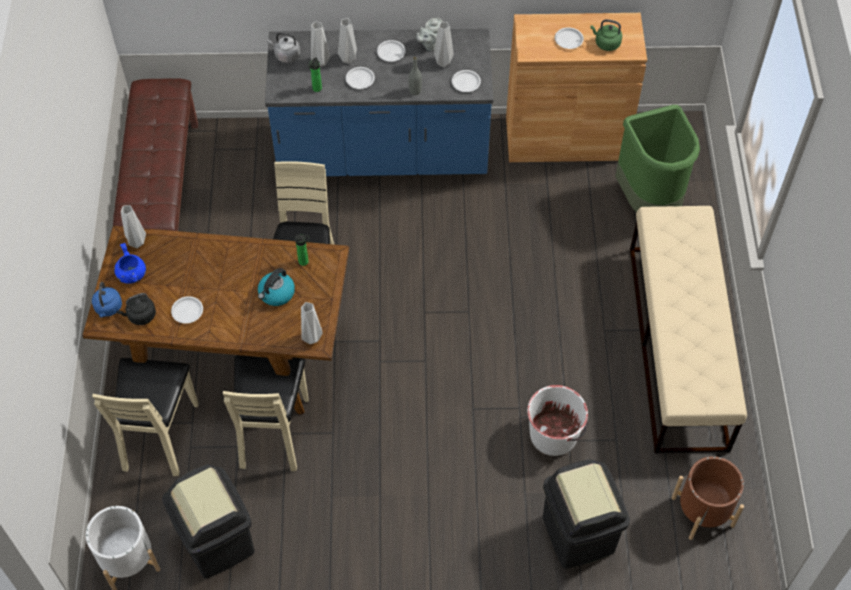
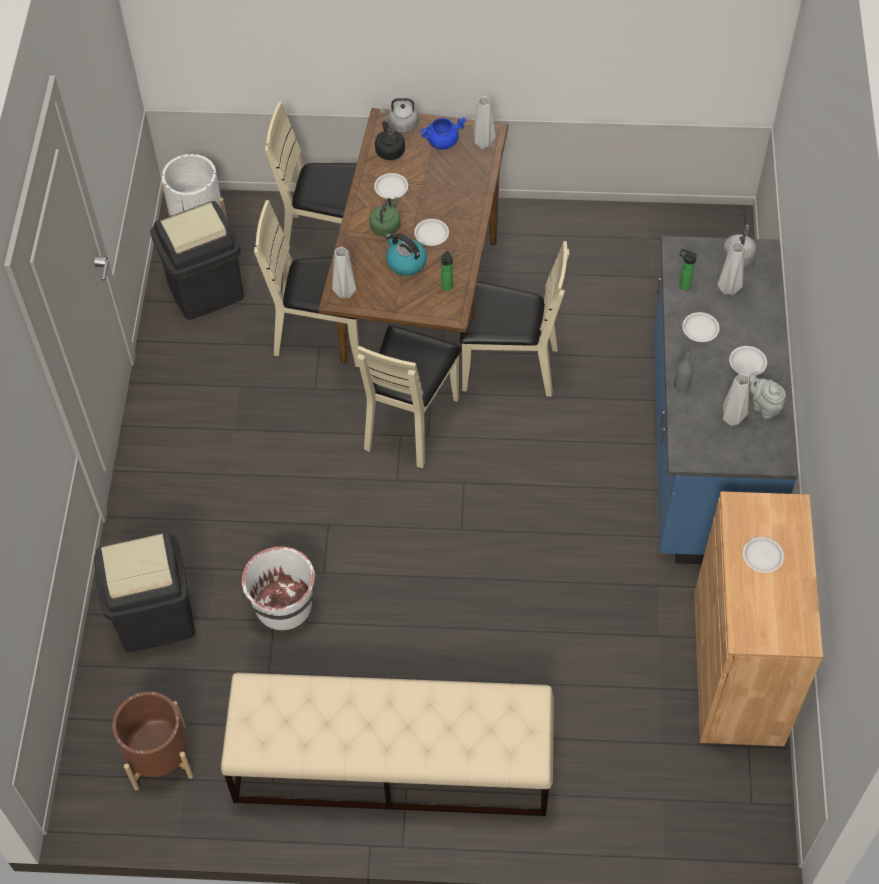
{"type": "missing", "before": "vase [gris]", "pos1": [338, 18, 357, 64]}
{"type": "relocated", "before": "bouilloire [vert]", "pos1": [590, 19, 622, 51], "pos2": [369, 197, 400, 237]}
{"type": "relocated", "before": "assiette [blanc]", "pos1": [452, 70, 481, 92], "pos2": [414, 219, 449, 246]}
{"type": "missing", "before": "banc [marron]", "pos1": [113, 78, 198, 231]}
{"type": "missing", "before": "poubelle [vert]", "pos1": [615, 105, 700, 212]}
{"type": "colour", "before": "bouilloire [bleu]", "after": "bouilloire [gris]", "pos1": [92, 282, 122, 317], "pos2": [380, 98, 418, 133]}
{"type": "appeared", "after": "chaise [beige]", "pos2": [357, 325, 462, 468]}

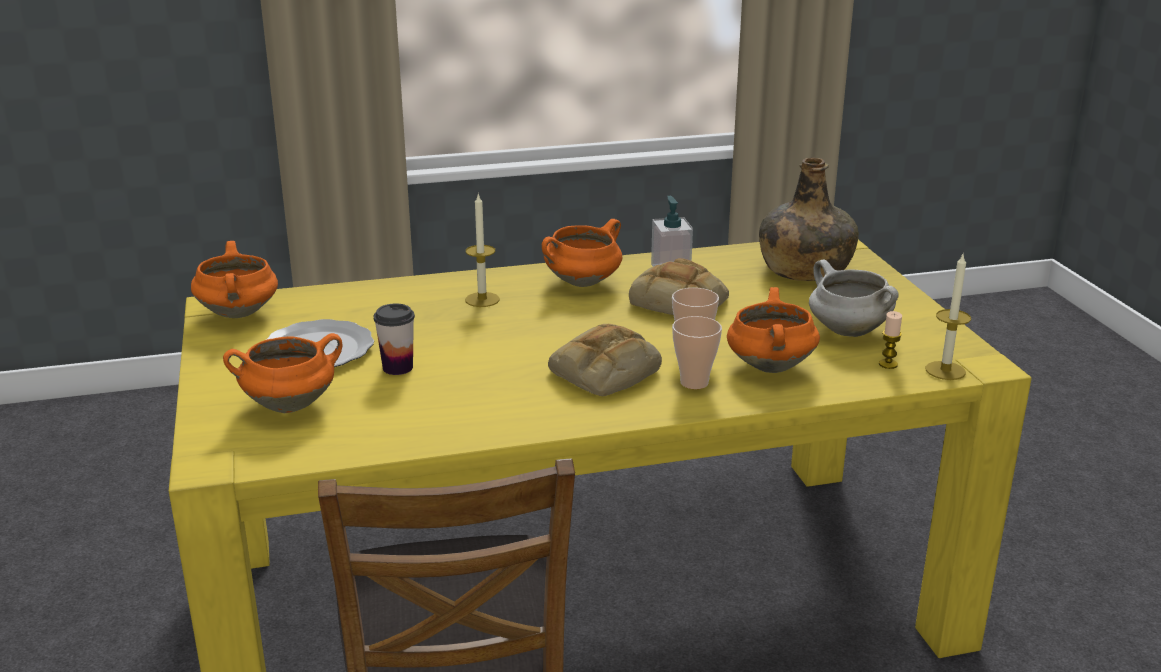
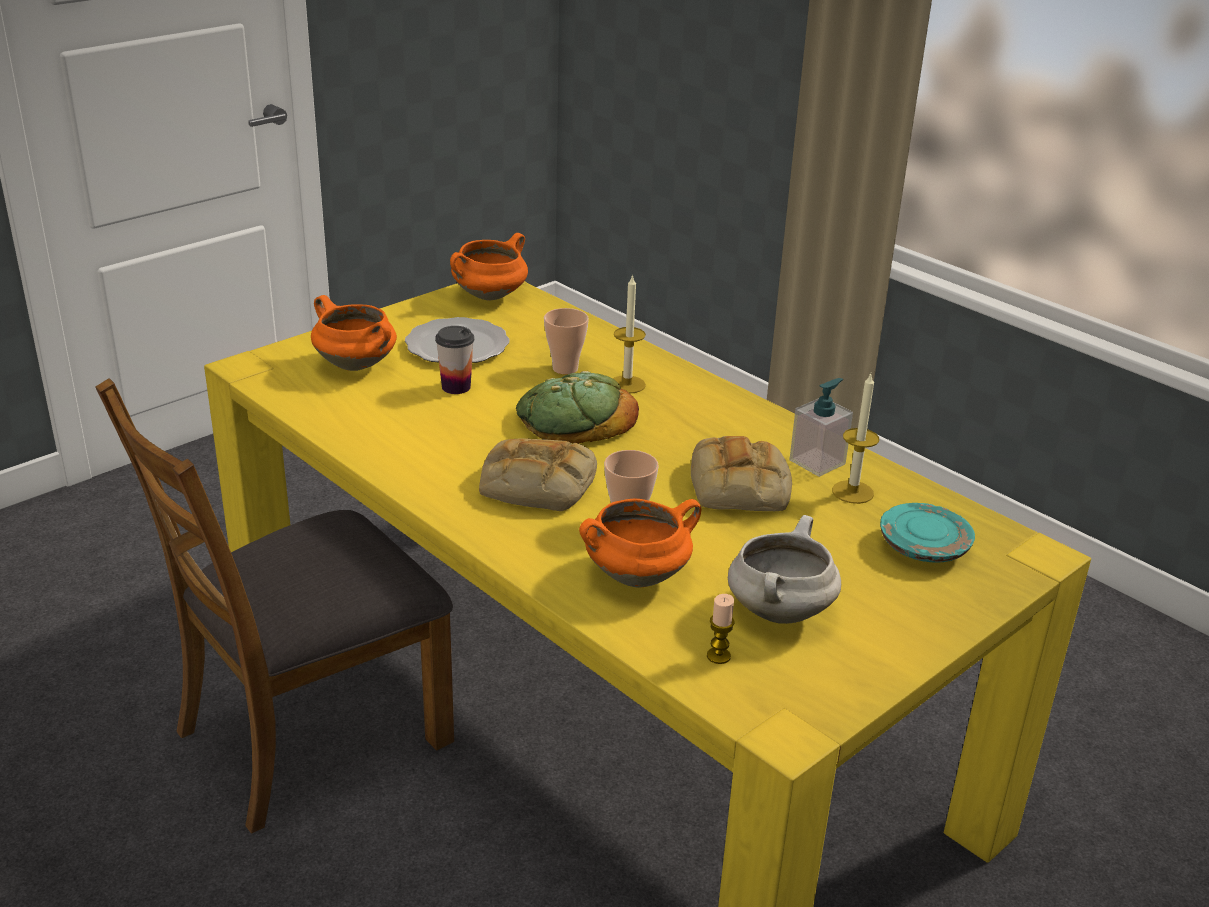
{"type": "exchanged", "before": "bouteille [vert]", "after": "assiette [turquoise]", "pos1": [759, 157, 859, 281], "pos2": [880, 503, 975, 563]}
{"type": "missing", "before": "marmite [orange]", "pos1": [542, 219, 622, 287]}
{"type": "relocated", "before": "bougie", "pos1": [926, 252, 971, 380], "pos2": [832, 374, 879, 504]}
{"type": "relocated", "before": "tasse", "pos1": [672, 316, 722, 389], "pos2": [544, 308, 589, 375]}
{"type": "appeared", "after": "pain", "pos2": [516, 371, 639, 444]}

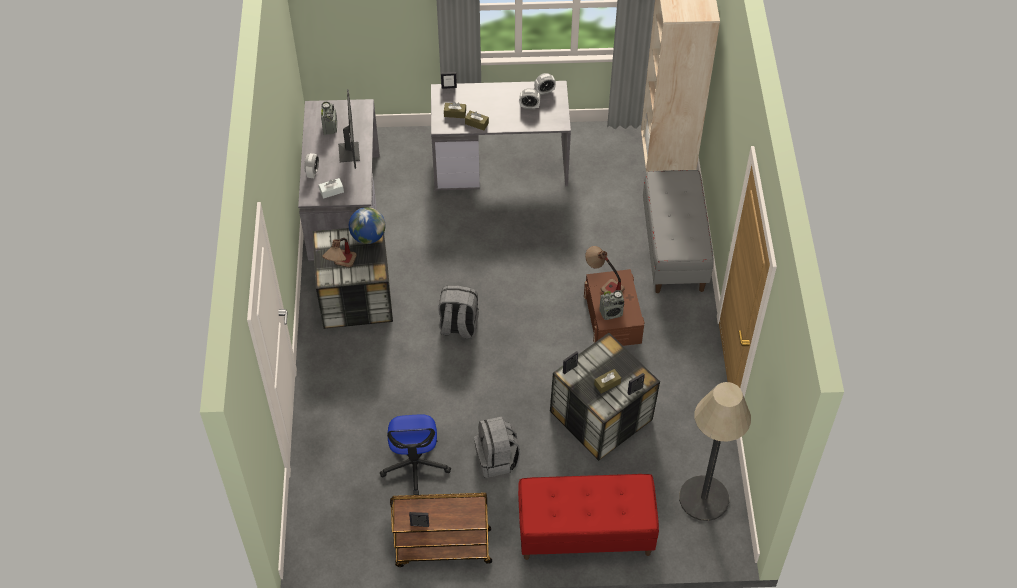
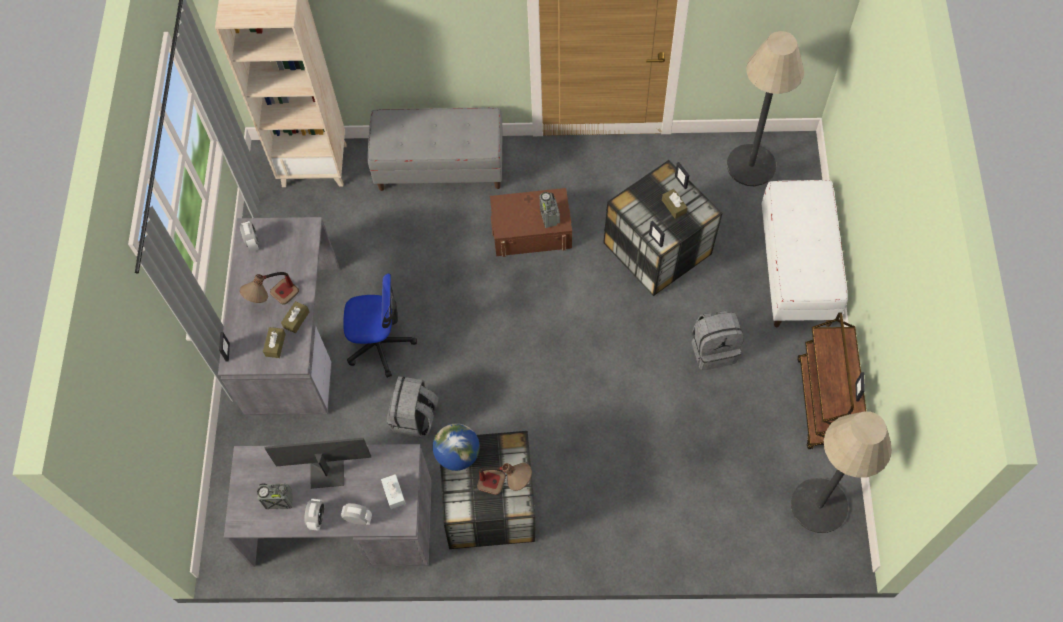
{"type": "relocated", "before": "réveil", "pos1": [519, 88, 540, 109], "pos2": [304, 499, 325, 531]}
{"type": "relocated", "before": "lampe de table", "pos1": [585, 246, 625, 294], "pos2": [240, 272, 299, 305]}
{"type": "relocated", "before": "sac à dos [gris]", "pos1": [438, 285, 479, 339], "pos2": [387, 376, 439, 437]}
{"type": "relocated", "before": "chaise de bureau", "pos1": [380, 414, 451, 495], "pos2": [343, 273, 417, 378]}
{"type": "colour", "before": "banc [rouge]", "after": "banc [blanc]", "pos1": [518, 474, 659, 560], "pos2": [762, 180, 848, 327]}
{"type": "appeared", "after": "lampadaire", "pos2": [791, 411, 892, 533]}

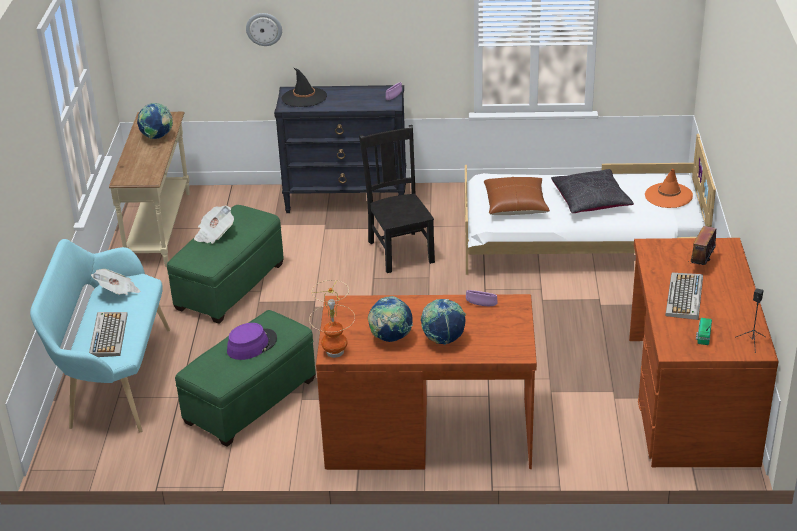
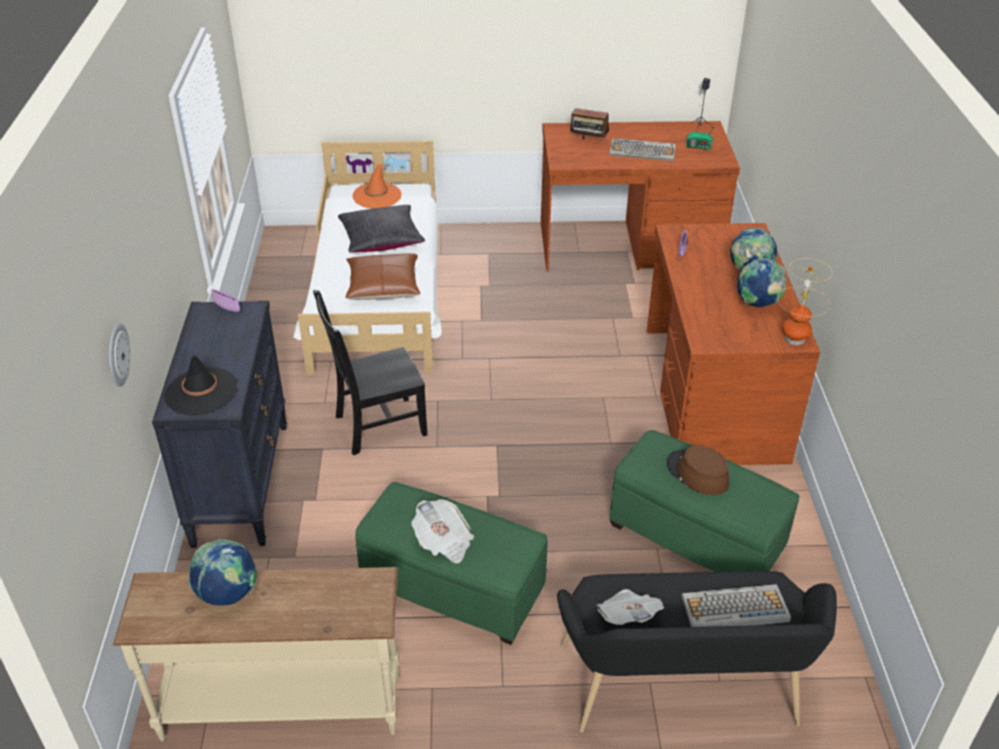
{"type": "colour", "before": "banc [turquoise]", "after": "banc [noir]", "pos1": [30, 239, 170, 432], "pos2": [557, 571, 837, 732]}
{"type": "colour", "before": "chapeau [violet]", "after": "chapeau [marron]", "pos1": [227, 323, 277, 360], "pos2": [667, 445, 729, 495]}

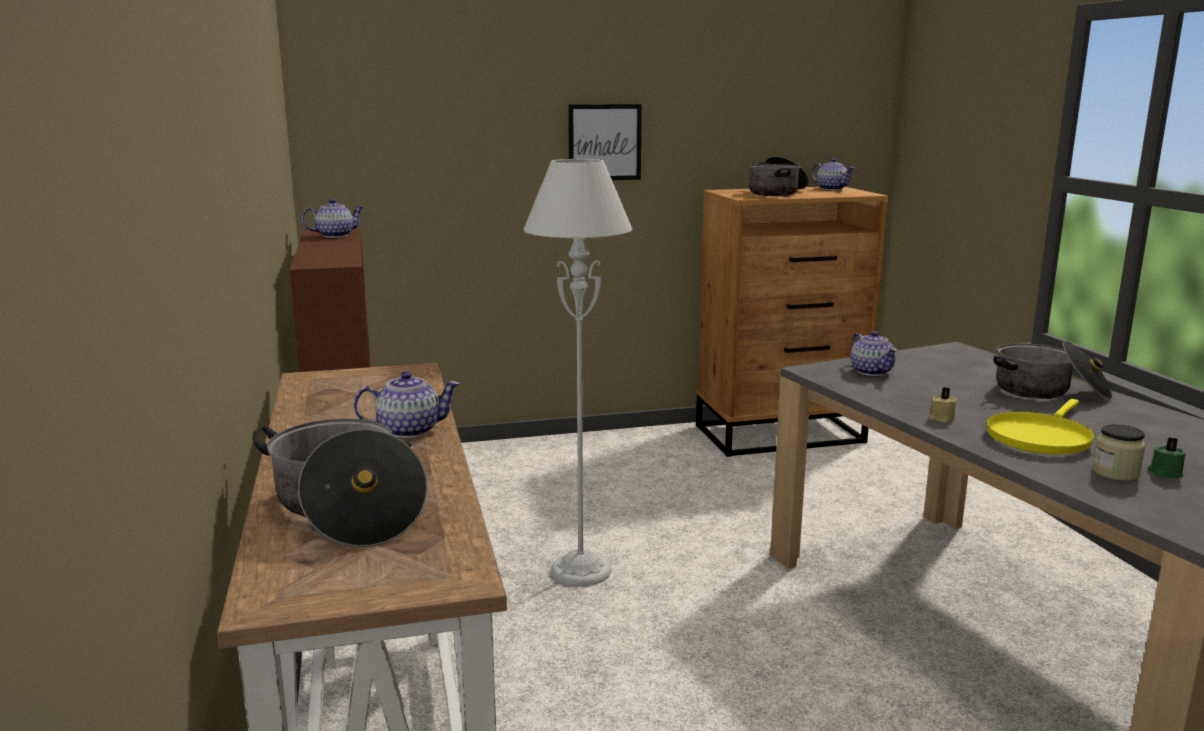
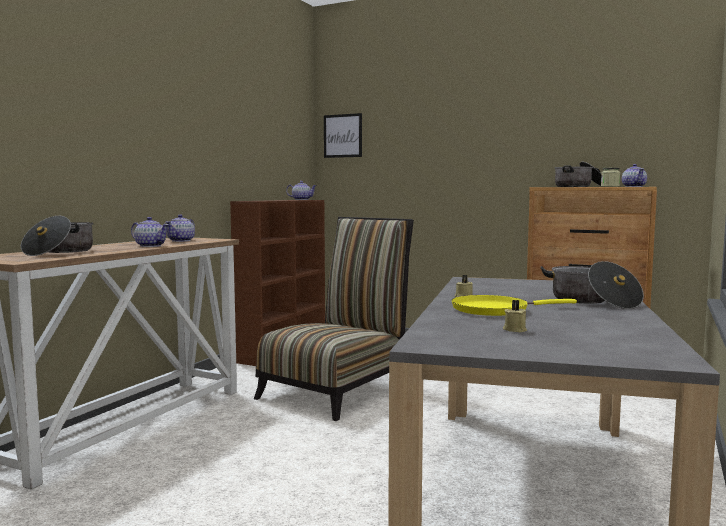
{"type": "relocated", "before": "tableau", "pos1": [568, 104, 642, 180], "pos2": [324, 113, 362, 158]}
{"type": "exchanged", "before": "lampadaire [gris]", "after": "chaise", "pos1": [523, 159, 632, 587], "pos2": [254, 217, 414, 421]}
{"type": "relocated", "before": "théière", "pos1": [851, 331, 898, 376], "pos2": [165, 215, 195, 242]}
{"type": "relocated", "before": "bocal", "pos1": [1093, 424, 1146, 481], "pos2": [601, 168, 620, 187]}
{"type": "colour", "before": "bougie [vert]", "after": "bougie [beige]", "pos1": [1148, 437, 1186, 479], "pos2": [503, 300, 527, 332]}

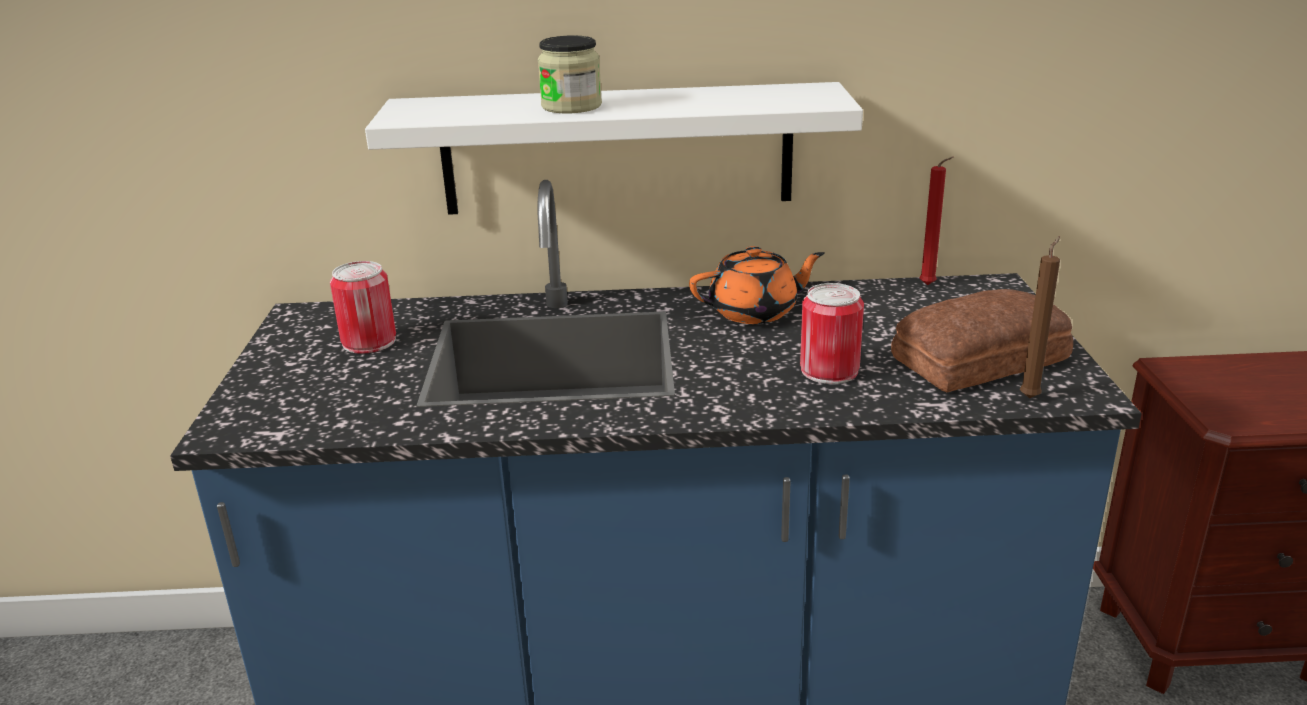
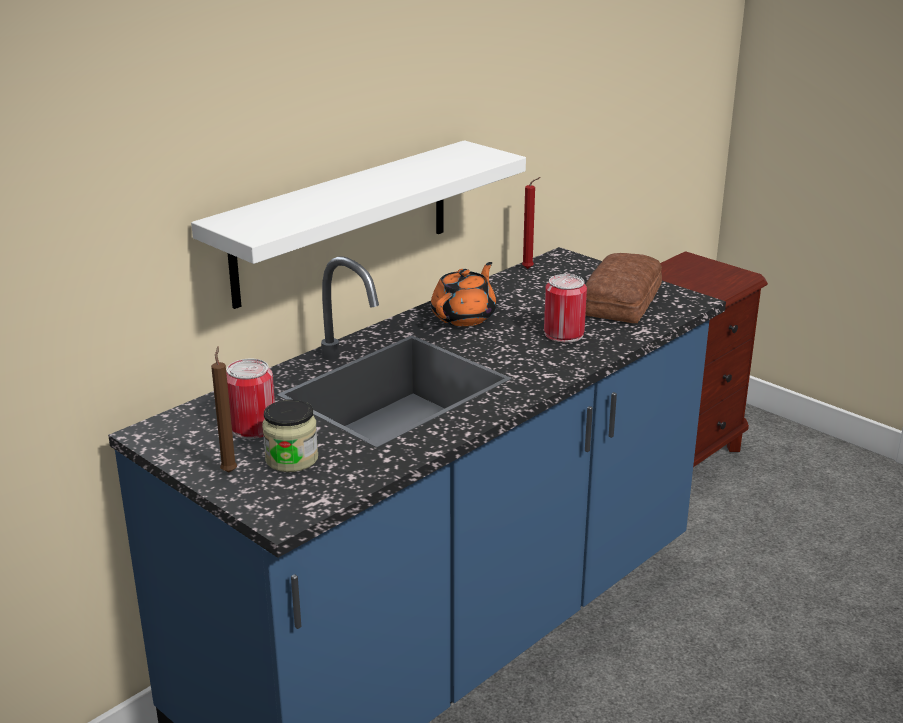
{"type": "relocated", "before": "bocal", "pos1": [538, 36, 602, 113], "pos2": [262, 399, 318, 472]}
{"type": "relocated", "before": "bougie [marron]", "pos1": [1020, 236, 1060, 398], "pos2": [211, 346, 237, 472]}

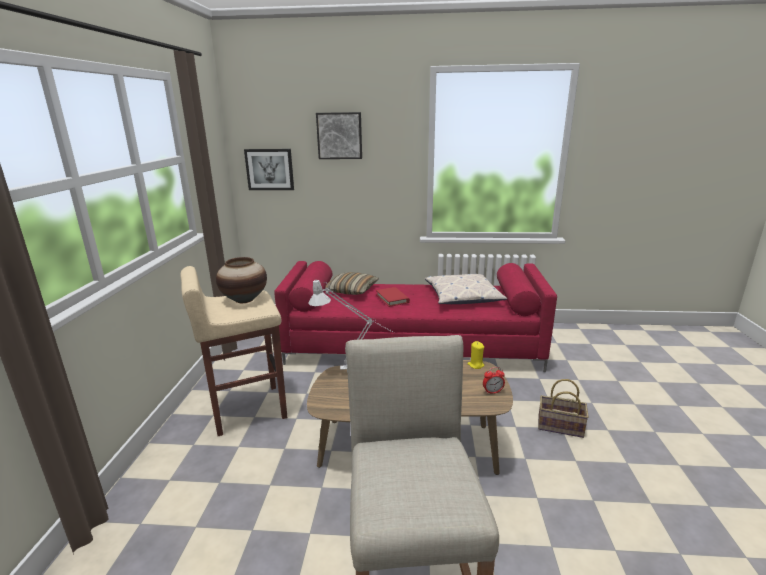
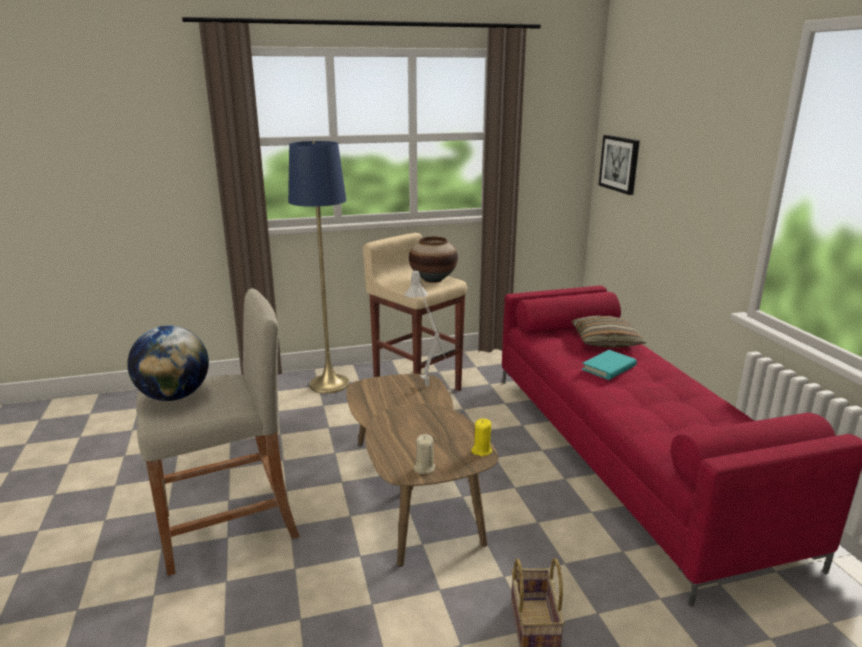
{"type": "missing", "before": "tableau", "pos1": [316, 112, 362, 159]}
{"type": "missing", "before": "coussin", "pos1": [425, 274, 507, 304]}
{"type": "colour", "before": "livre [rouge]", "after": "livre [turquoise]", "pos1": [376, 287, 410, 307], "pos2": [582, 350, 637, 380]}
{"type": "exchanged", "before": "réveil", "after": "bougie [beige]", "pos1": [483, 367, 505, 394], "pos2": [414, 434, 435, 474]}
{"type": "appeared", "after": "lampadaire [bleu]", "pos2": [288, 141, 350, 394]}
{"type": "appeared", "after": "globe", "pos2": [127, 325, 209, 401]}

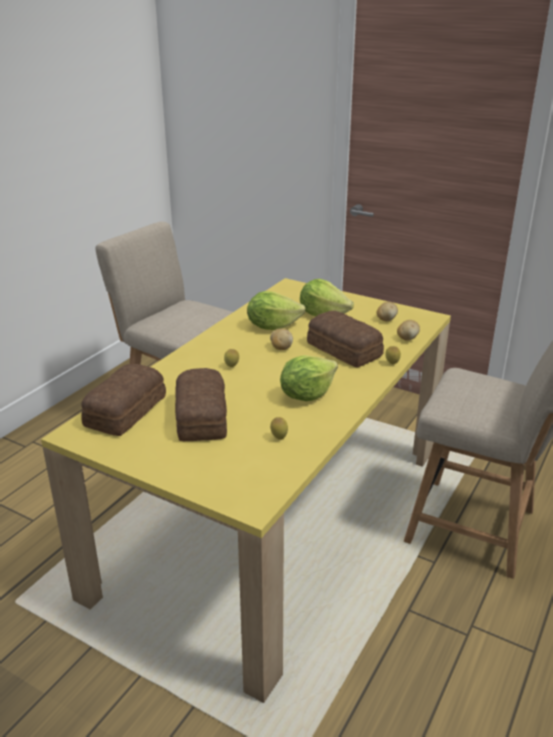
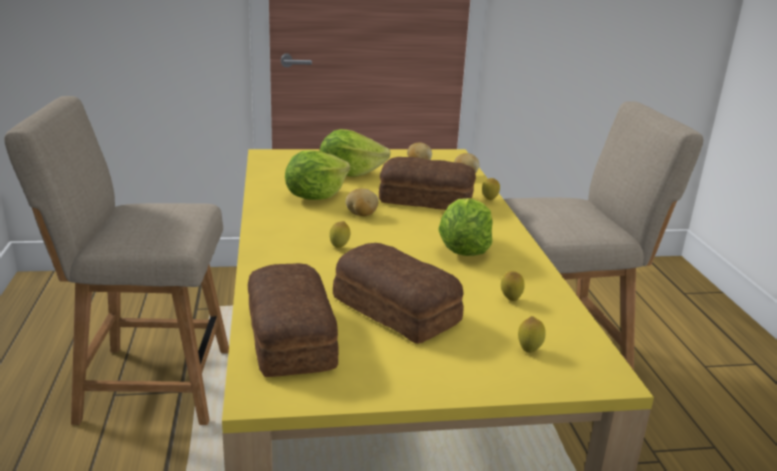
{"type": "appeared", "after": "citron", "pos2": [518, 316, 546, 353]}

